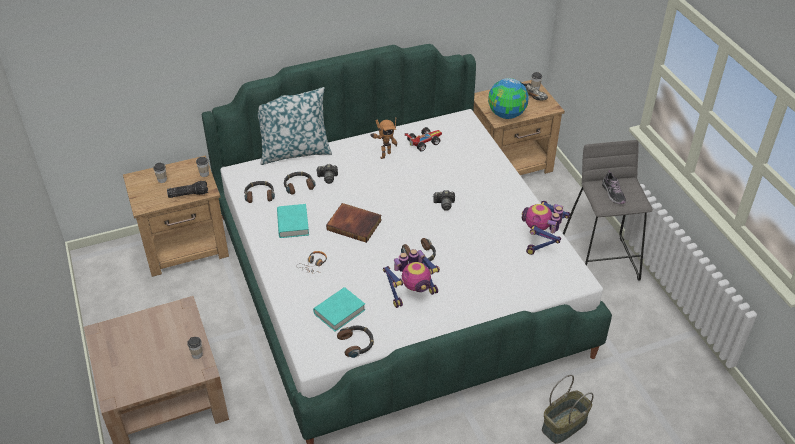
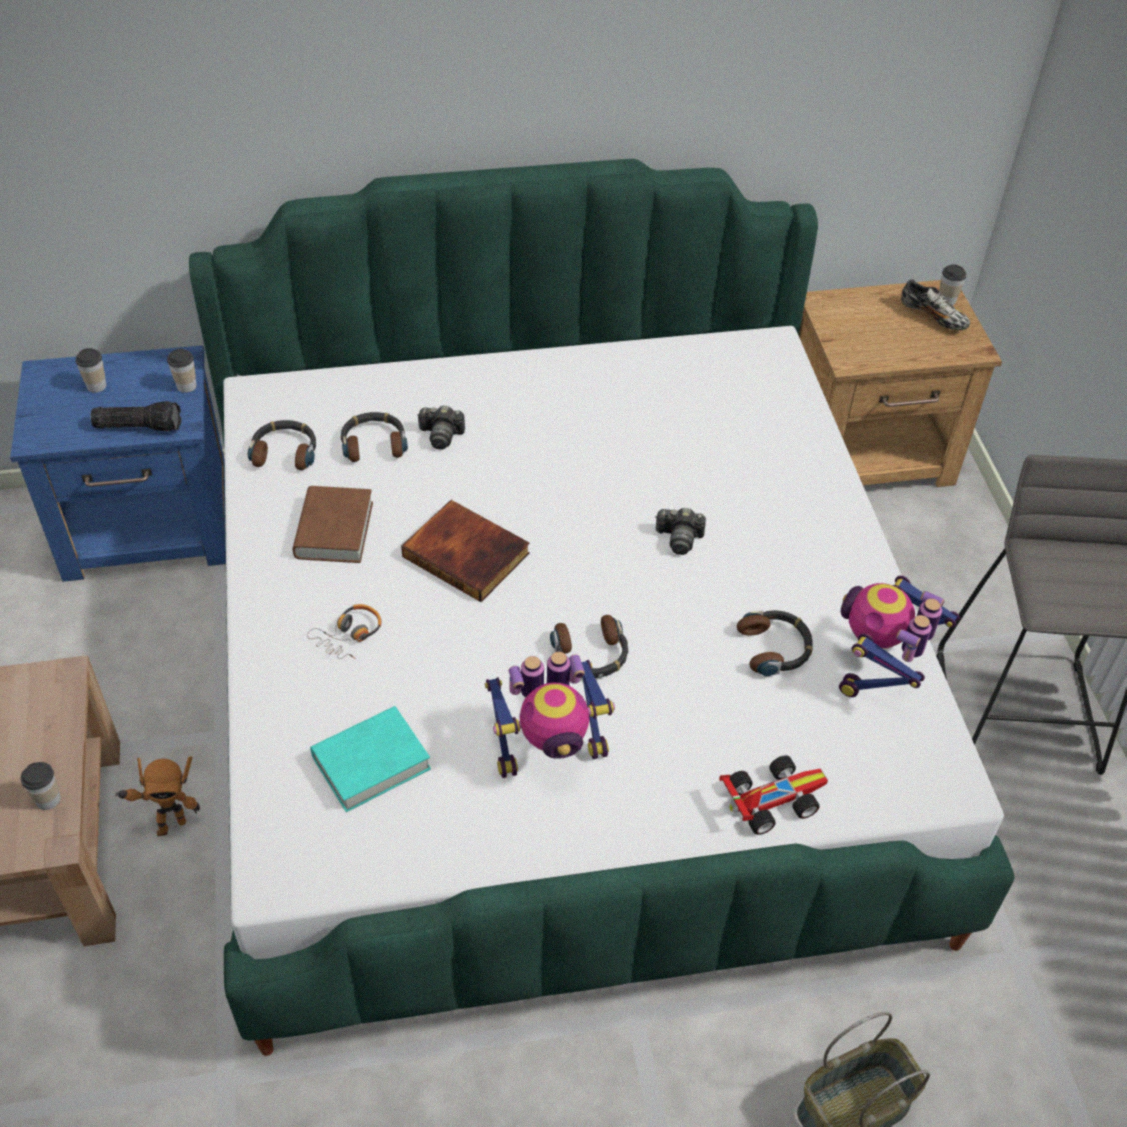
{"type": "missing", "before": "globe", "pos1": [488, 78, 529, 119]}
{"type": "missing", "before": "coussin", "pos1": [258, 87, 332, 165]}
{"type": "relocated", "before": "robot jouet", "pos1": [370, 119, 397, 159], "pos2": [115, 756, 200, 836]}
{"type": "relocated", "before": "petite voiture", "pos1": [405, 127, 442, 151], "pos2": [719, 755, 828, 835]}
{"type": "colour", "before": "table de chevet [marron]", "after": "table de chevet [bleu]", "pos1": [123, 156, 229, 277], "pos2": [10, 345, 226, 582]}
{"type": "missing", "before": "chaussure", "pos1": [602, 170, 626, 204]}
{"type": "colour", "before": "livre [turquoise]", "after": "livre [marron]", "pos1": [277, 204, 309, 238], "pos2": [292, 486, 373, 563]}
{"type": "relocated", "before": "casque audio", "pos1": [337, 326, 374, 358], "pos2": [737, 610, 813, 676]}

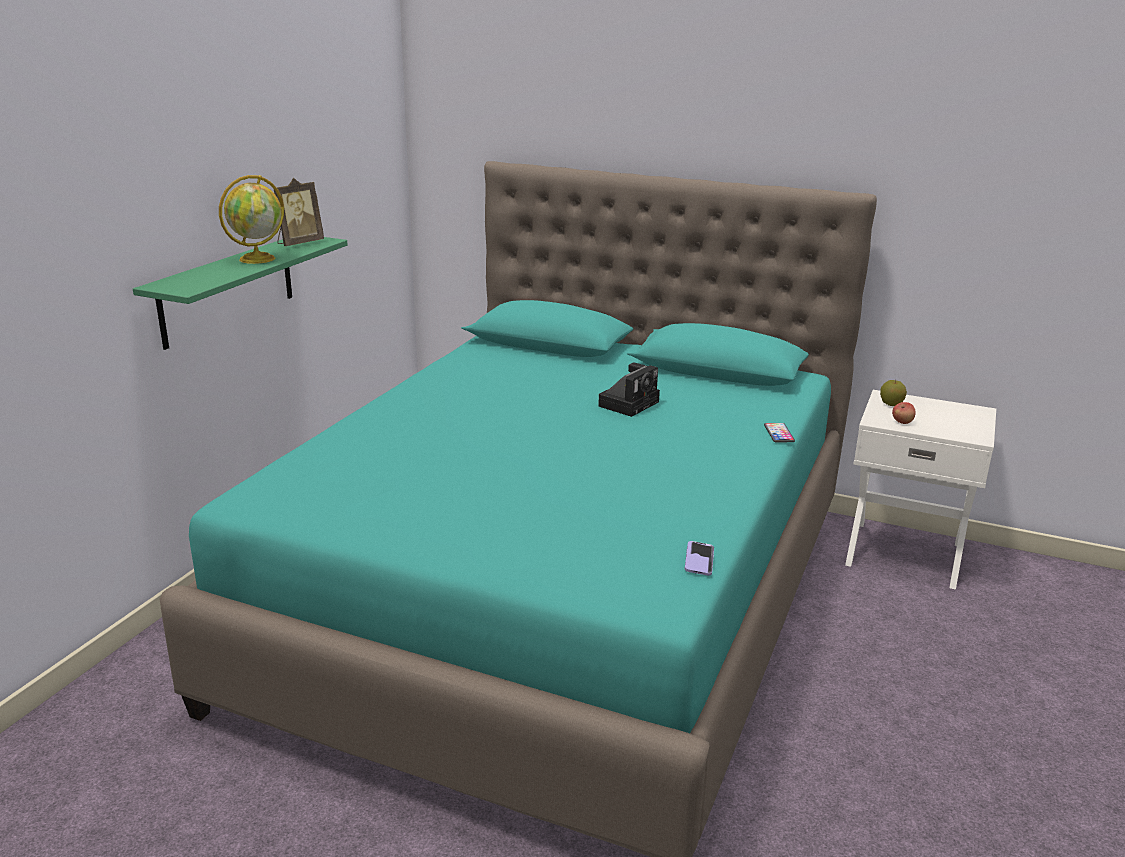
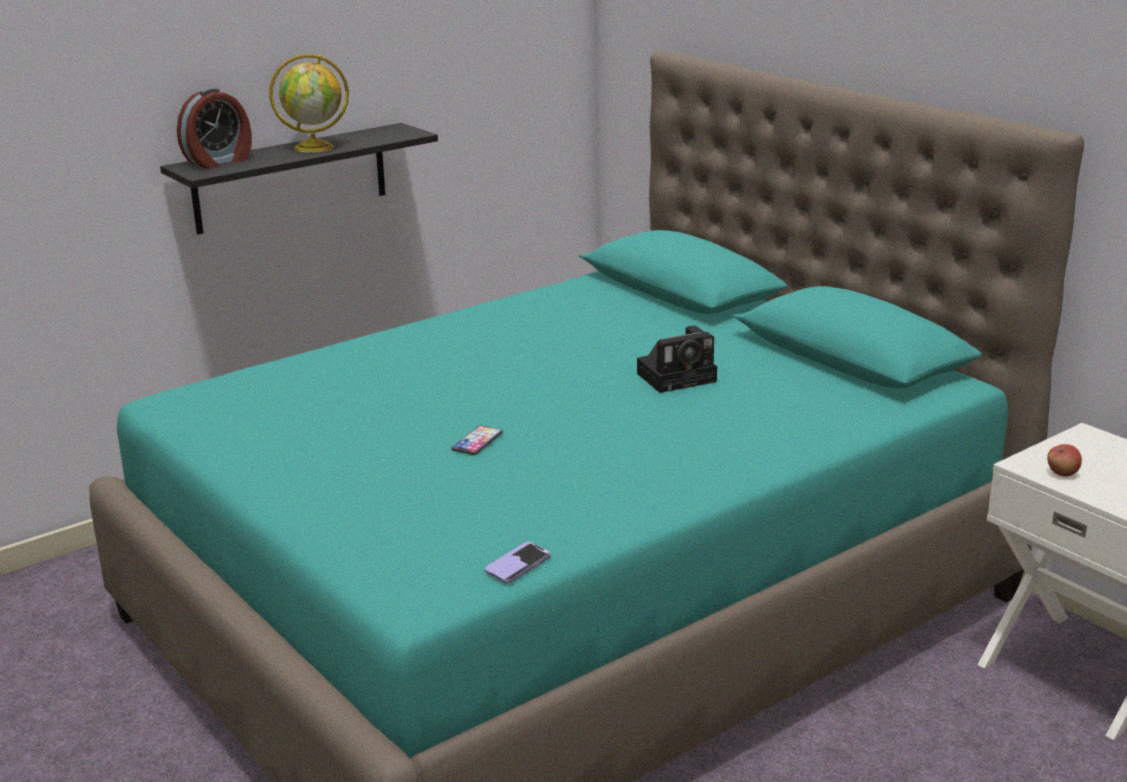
{"type": "missing", "before": "cadre photo", "pos1": [274, 178, 324, 246]}
{"type": "colour", "before": "étagère [vert]", "after": "étagère [noir]", "pos1": [133, 237, 348, 350], "pos2": [160, 123, 438, 235]}
{"type": "missing", "before": "pomme", "pos1": [880, 379, 907, 406]}
{"type": "relocated", "before": "téléphone", "pos1": [764, 423, 795, 442], "pos2": [451, 426, 503, 455]}
{"type": "appeared", "after": "réveil", "pos2": [177, 88, 252, 169]}

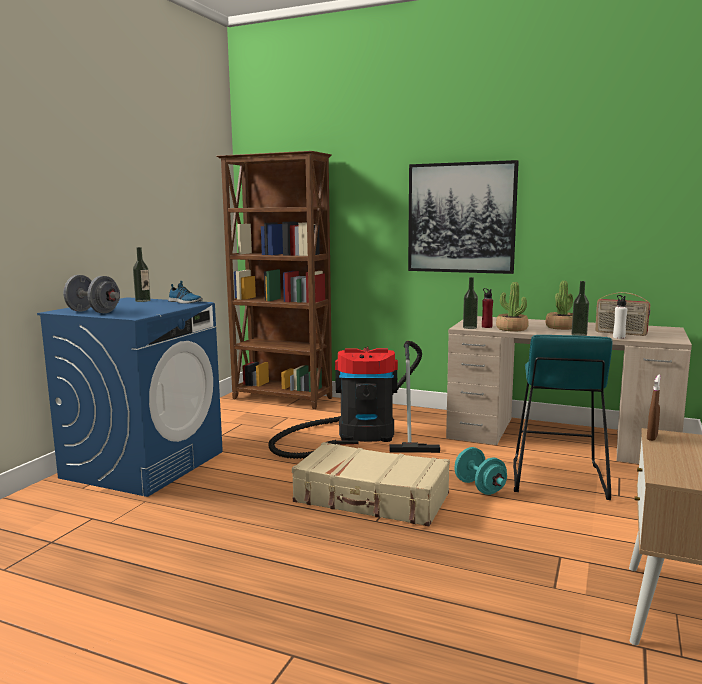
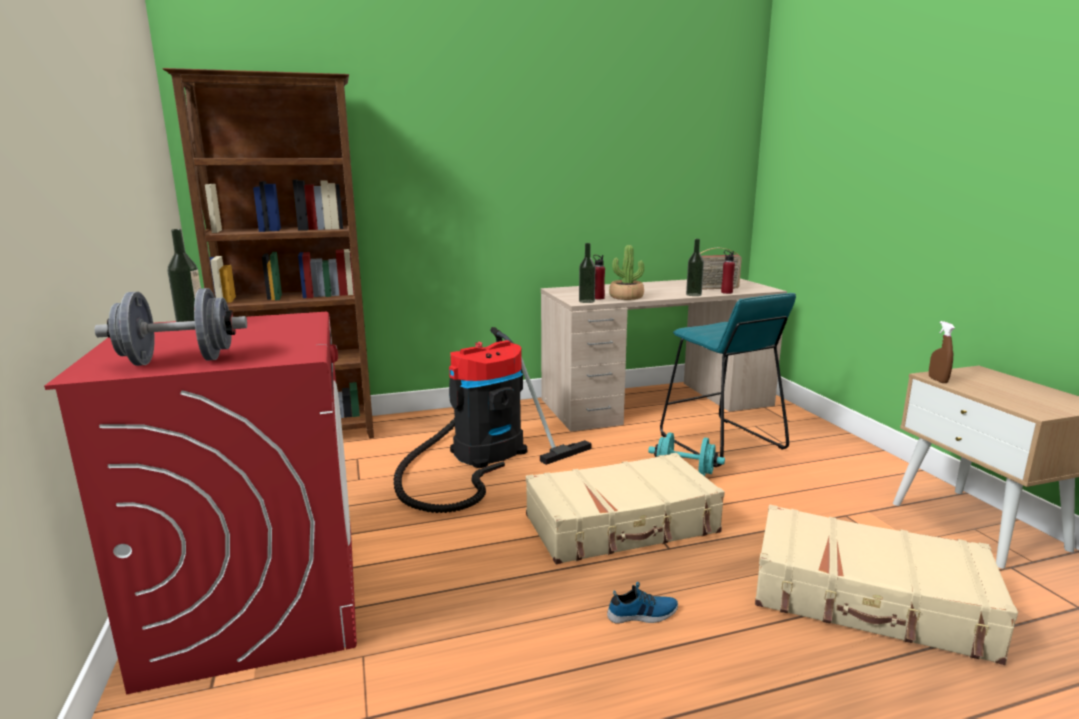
{"type": "missing", "before": "tableau", "pos1": [408, 160, 519, 274]}
{"type": "relocated", "before": "chaussure", "pos1": [168, 281, 203, 304], "pos2": [607, 582, 678, 624]}
{"type": "missing", "before": "plante en pot", "pos1": [545, 281, 573, 330]}
{"type": "colour", "before": "bouteille [blanc]", "after": "bouteille [rouge]", "pos1": [613, 295, 628, 339], "pos2": [721, 250, 735, 294]}
{"type": "colour", "before": "lave-linge [bleu]", "after": "lave-linge [rouge]", "pos1": [37, 297, 223, 497], "pos2": [44, 312, 357, 694]}
{"type": "appeared", "after": "valise [beige]", "pos2": [755, 505, 1018, 665]}

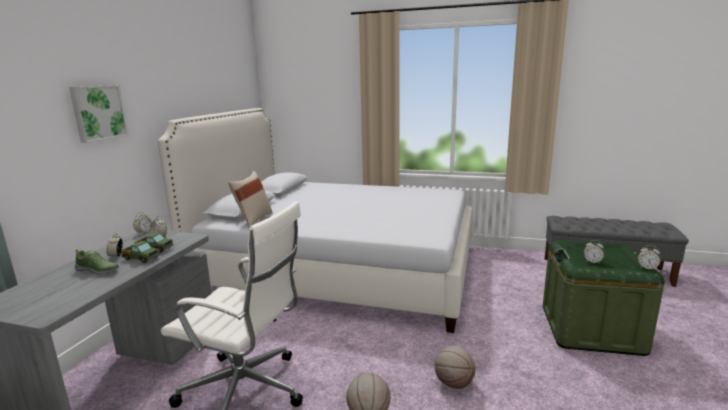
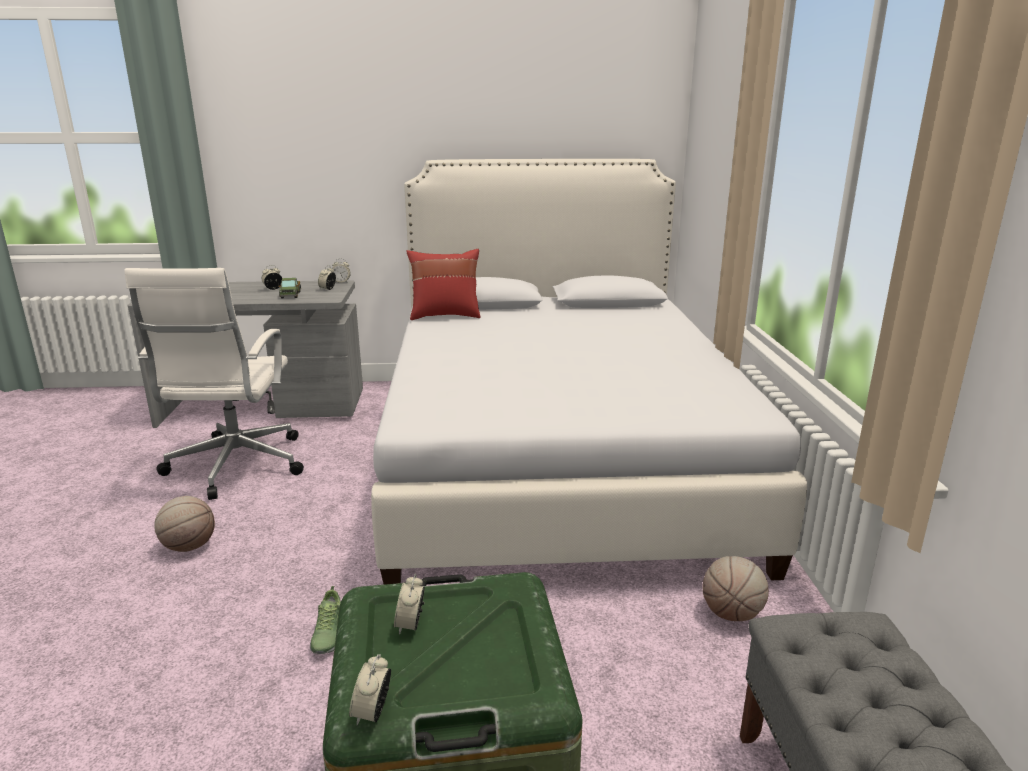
{"type": "missing", "before": "tableau", "pos1": [69, 85, 129, 143]}
{"type": "colour", "before": "coussin [beige]", "after": "coussin [rouge]", "pos1": [228, 171, 272, 227], "pos2": [406, 249, 481, 320]}
{"type": "missing", "before": "camion jouet", "pos1": [121, 241, 160, 263]}
{"type": "relocated", "before": "chaussure", "pos1": [75, 249, 119, 275], "pos2": [310, 586, 341, 654]}
{"type": "relocated", "before": "ballon de basket", "pos1": [435, 345, 476, 389], "pos2": [702, 556, 769, 621]}

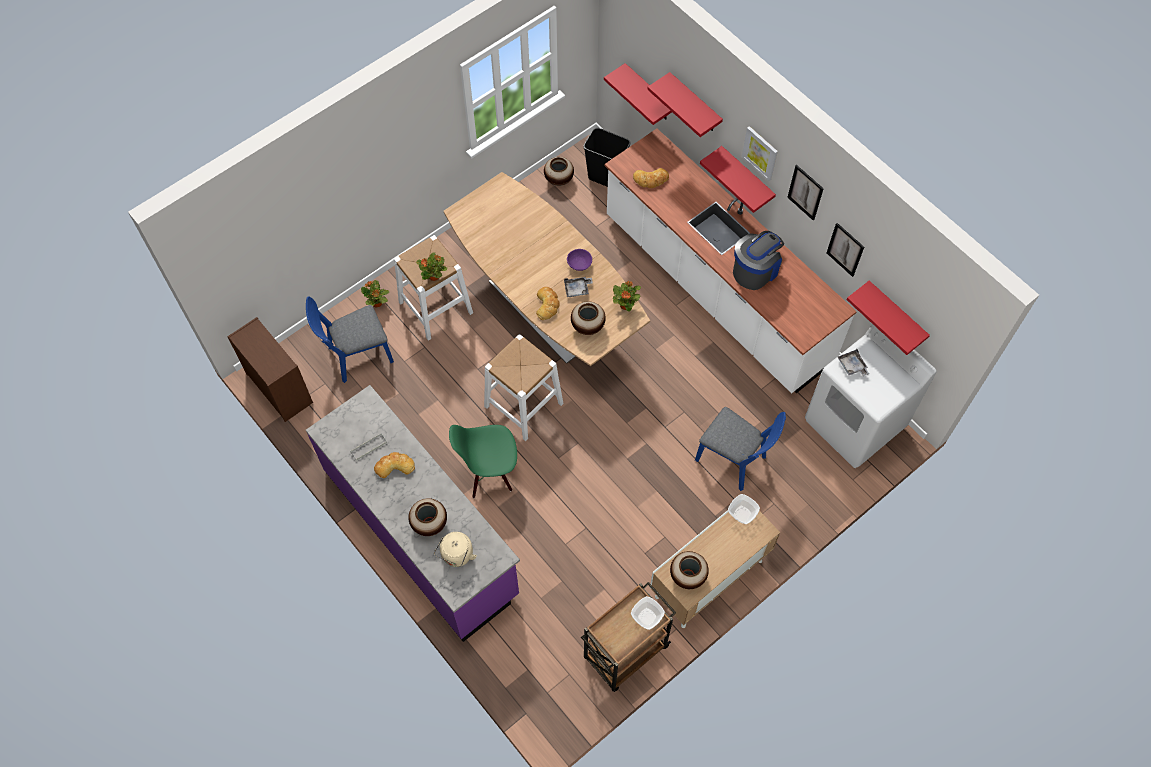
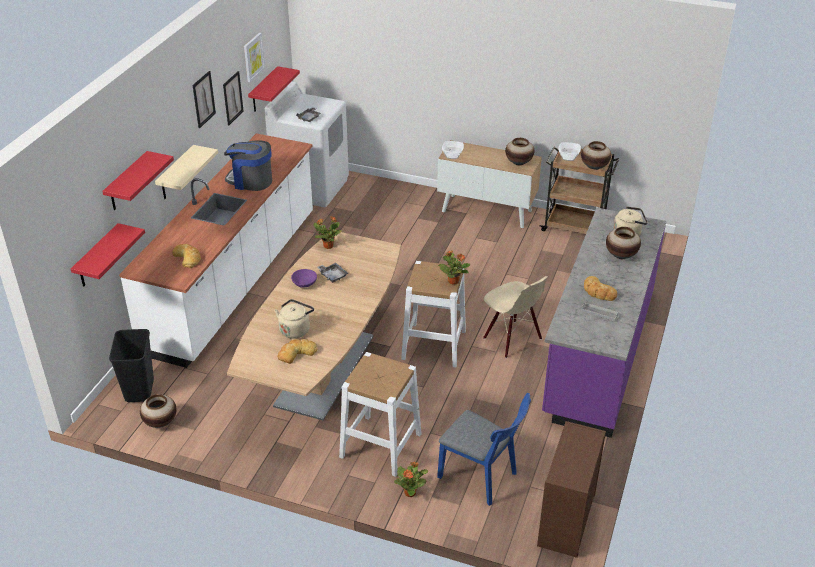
{"type": "relocated", "before": "tableau", "pos1": [742, 126, 778, 181], "pos2": [244, 33, 265, 82]}
{"type": "colour", "before": "étagère [rouge]", "after": "étagère [beige]", "pos1": [700, 146, 776, 213], "pos2": [155, 145, 218, 199]}
{"type": "relocated", "before": "plante en pot", "pos1": [416, 252, 447, 281], "pos2": [438, 251, 471, 285]}
{"type": "relocated", "before": "pain", "pos1": [536, 287, 560, 320], "pos2": [278, 339, 318, 364]}
{"type": "relocated", "before": "vase", "pos1": [571, 301, 606, 335], "pos2": [581, 141, 611, 170]}
{"type": "missing", "before": "chaise [bleu]", "pos1": [695, 407, 786, 491]}
{"type": "colour", "before": "chaise [vert]", "after": "chaise [beige]", "pos1": [449, 425, 517, 498], "pos2": [483, 276, 548, 358]}
{"type": "appeared", "after": "bouilloire [beige]", "pos2": [275, 299, 314, 339]}

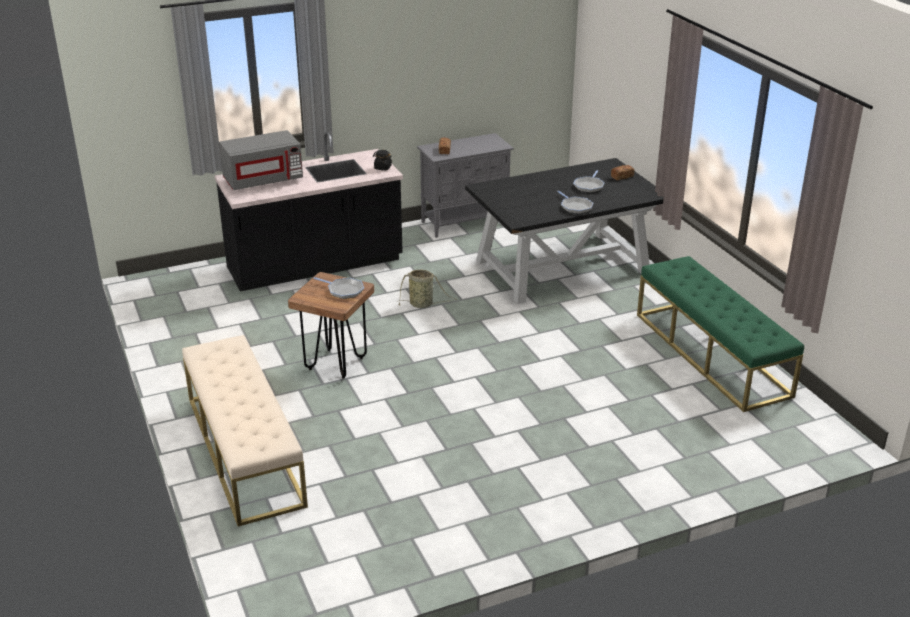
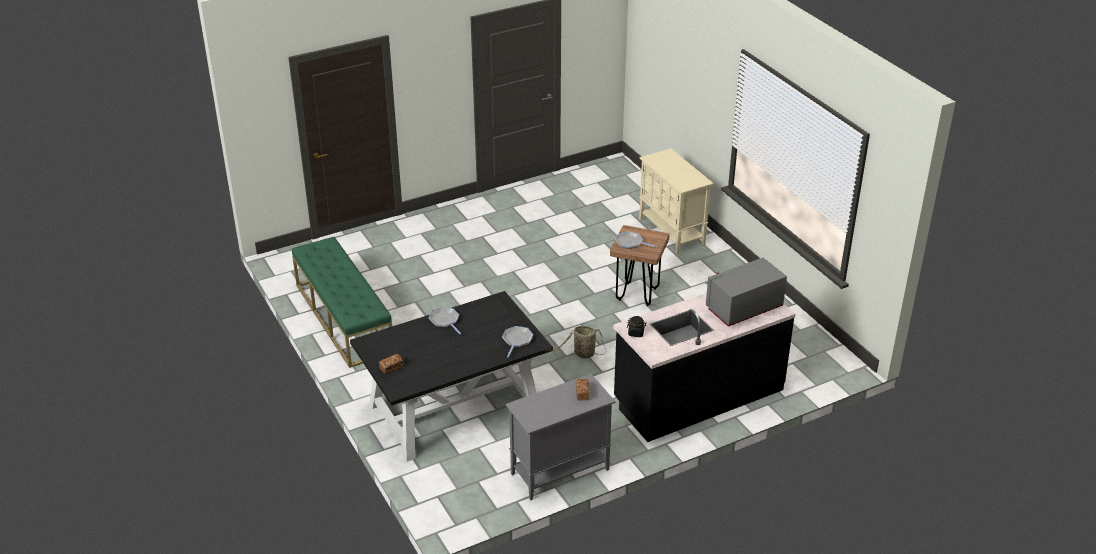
{"type": "relocated", "before": "poêle", "pos1": [573, 170, 605, 193], "pos2": [502, 326, 533, 357]}
{"type": "exchanged", "before": "banc [beige]", "after": "meuble de rangement [beige]", "pos1": [182, 335, 308, 526], "pos2": [639, 149, 714, 254]}

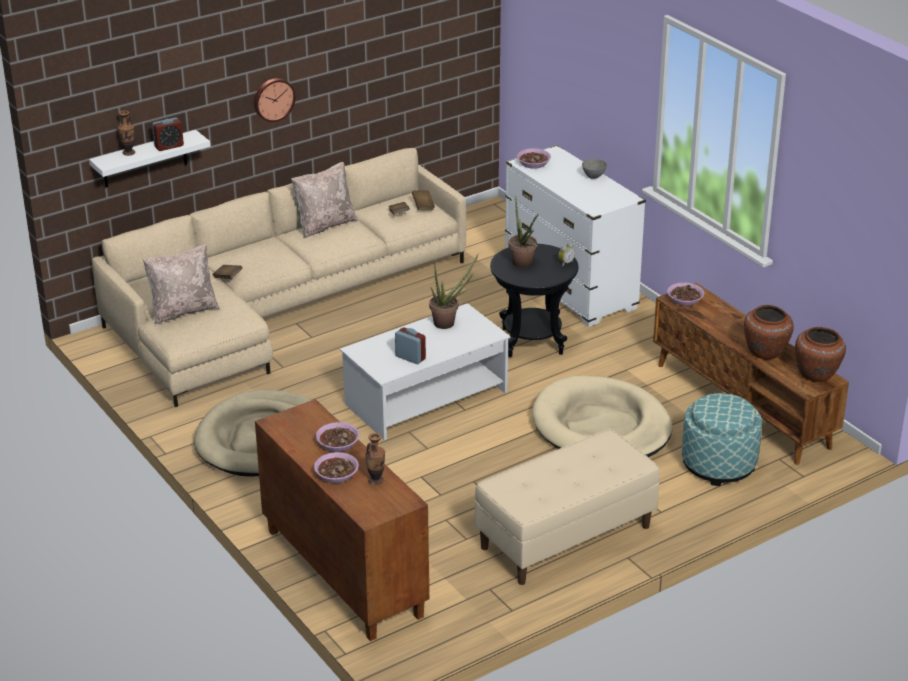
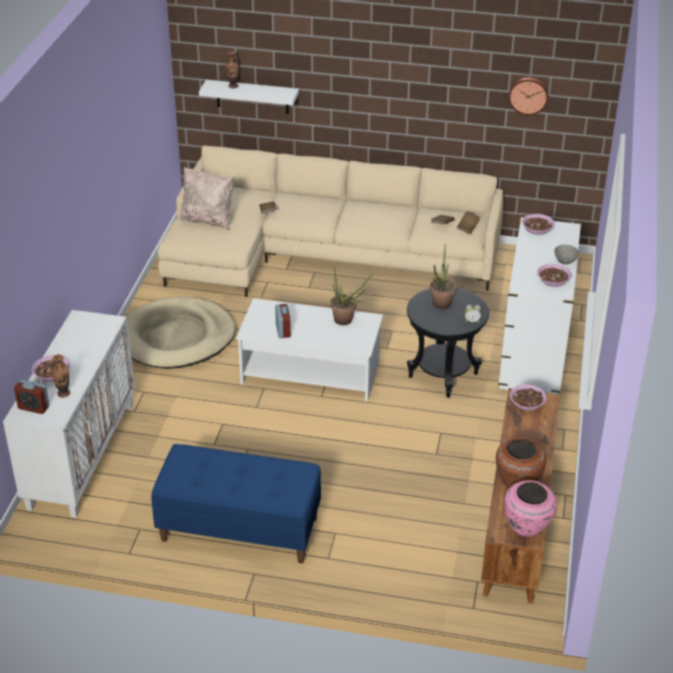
{"type": "relocated", "before": "horloge murale", "pos1": [254, 78, 296, 122], "pos2": [509, 77, 549, 115]}
{"type": "relocated", "before": "réveil", "pos1": [152, 117, 184, 151], "pos2": [14, 379, 49, 414]}
{"type": "missing", "before": "coussin [beige]", "pos1": [291, 162, 357, 238]}
{"type": "colour", "before": "vase [marron]", "after": "vase [rose]", "pos1": [795, 327, 846, 382], "pos2": [504, 480, 557, 537]}
{"type": "missing", "before": "panier pour chien [beige]", "pos1": [532, 375, 672, 457]}
{"type": "missing", "before": "pouf", "pos1": [682, 393, 762, 486]}
{"type": "colour", "before": "meuble de rangement [marron]", "after": "meuble de rangement [blanc]", "pos1": [255, 399, 429, 641], "pos2": [3, 310, 135, 518]}
{"type": "relocated", "before": "bol", "pos1": [316, 422, 359, 452], "pos2": [537, 264, 572, 287]}
{"type": "colour", "before": "banc [beige]", "after": "banc [bleu]", "pos1": [475, 429, 659, 585], "pos2": [151, 444, 321, 563]}

